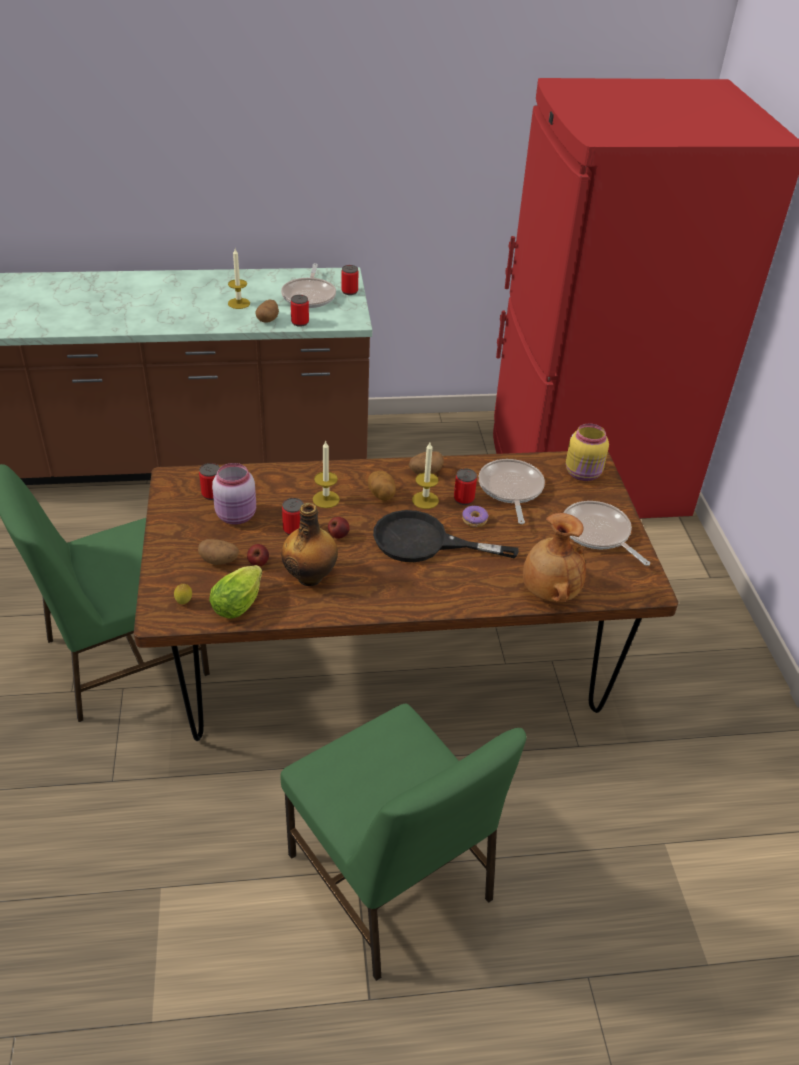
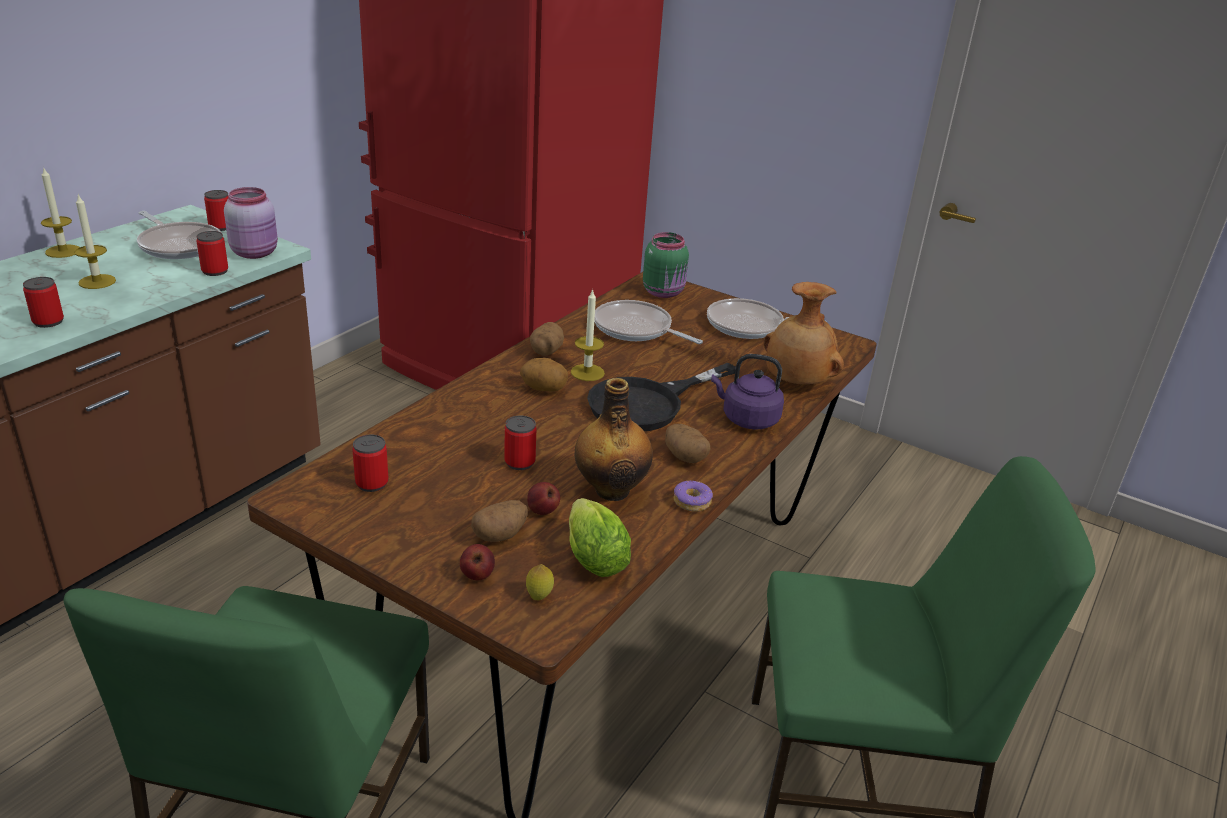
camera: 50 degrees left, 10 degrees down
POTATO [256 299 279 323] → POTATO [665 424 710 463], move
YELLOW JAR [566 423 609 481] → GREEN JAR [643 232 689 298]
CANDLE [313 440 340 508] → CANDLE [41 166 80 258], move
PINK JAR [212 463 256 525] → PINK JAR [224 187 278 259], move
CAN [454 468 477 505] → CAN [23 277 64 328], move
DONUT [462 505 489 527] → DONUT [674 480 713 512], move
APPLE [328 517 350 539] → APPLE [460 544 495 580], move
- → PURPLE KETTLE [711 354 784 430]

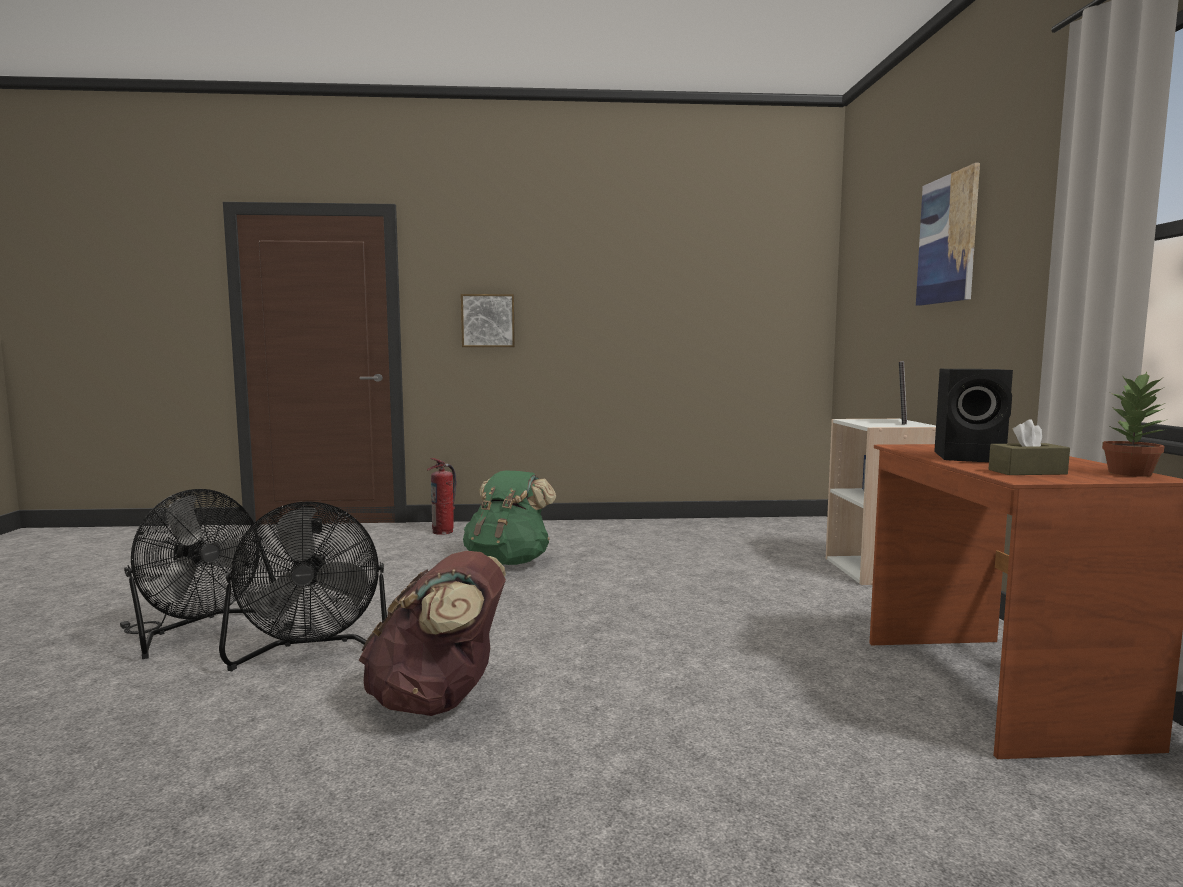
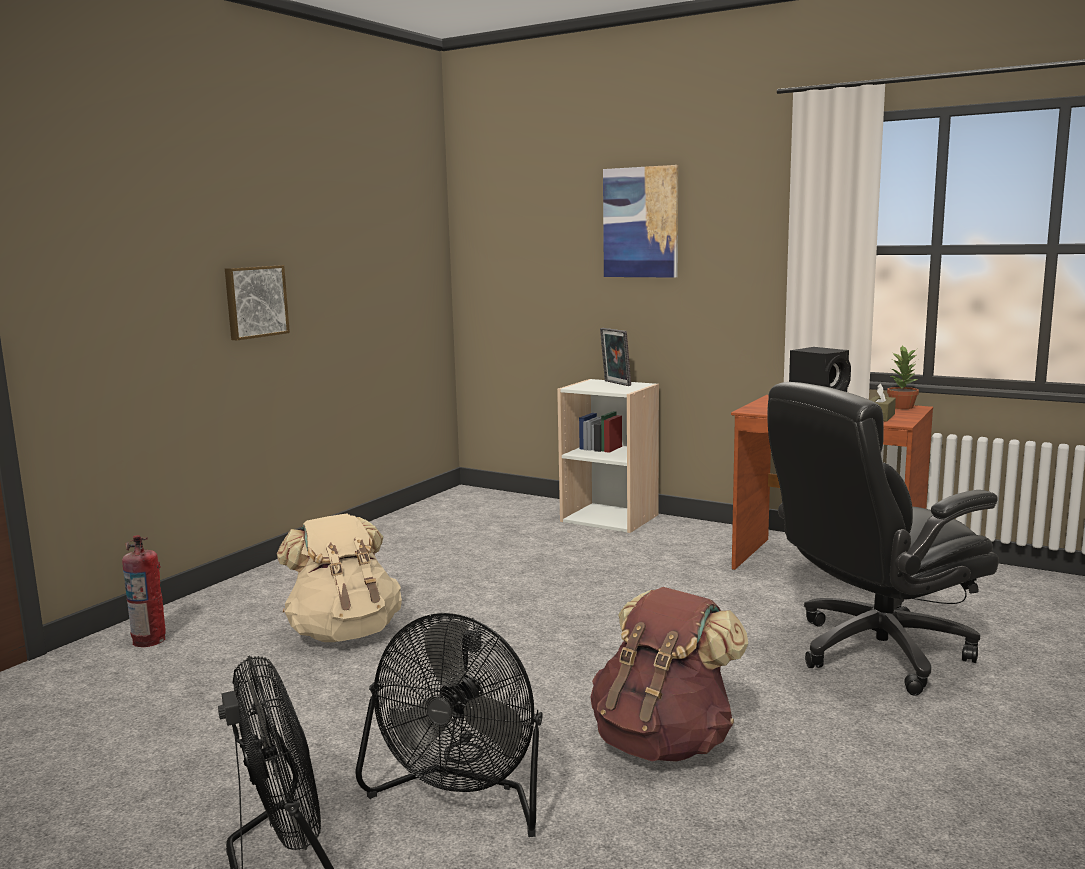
camera: 55 degrees left, 5 degrees up
PICTURE [461 294 515 347] → PICTURE [225 265 290 340], move
GREEN BACKPACK [463 470 556 565] → BEIGE BACKPACK [277 513 402 642]
BLACK FAN [219 502 387 671] → BLACK FAN [355 613 543 837], 90 degrees clockwise
- → BLACK OFFICE CHAIR [767 382 999 696]

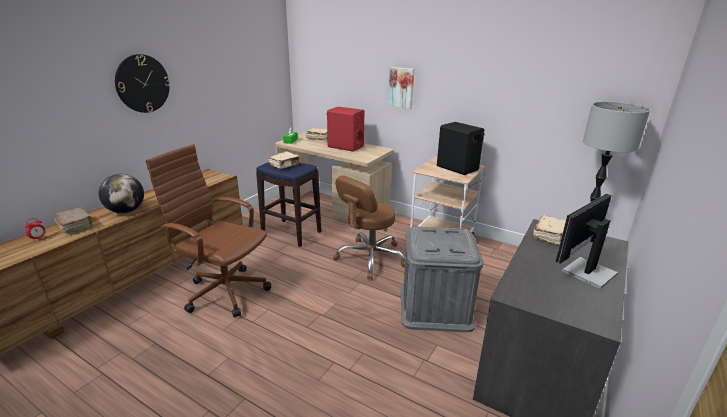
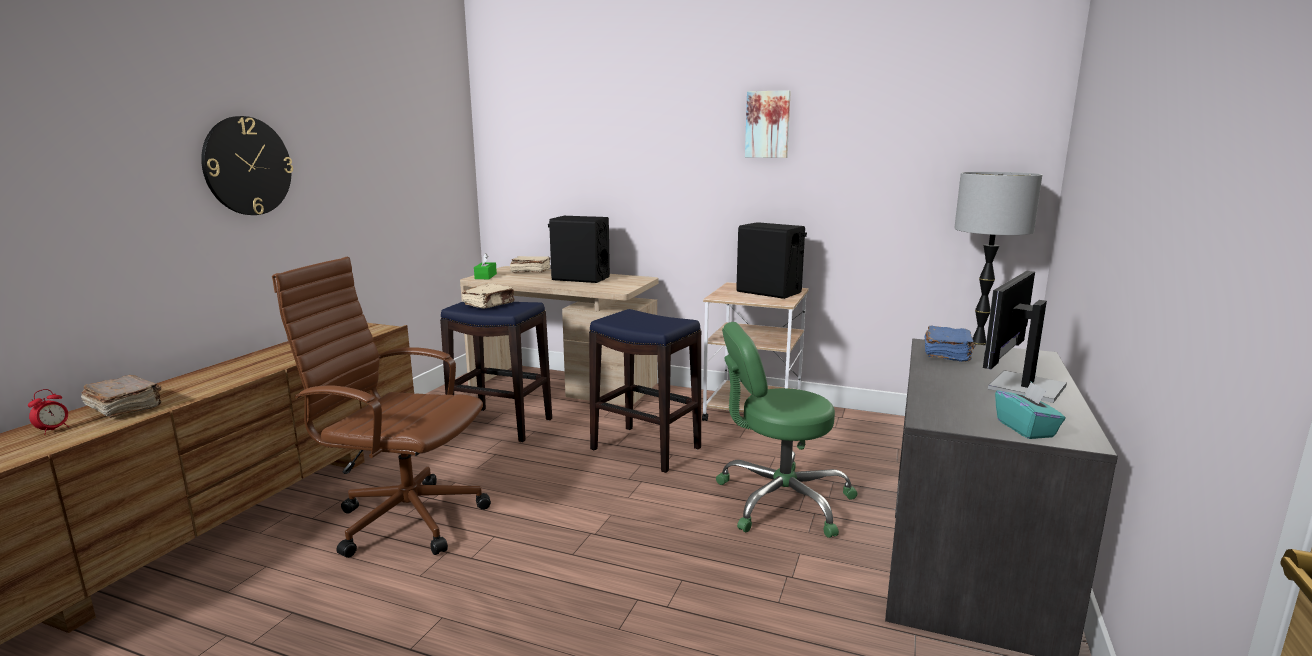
camera: 10 degrees left, 10 degrees down
PICTURE [388 67 414 109] → PICTURE [745 90 791 158], move
RED SPEAKER [326 107 364 152] → BLACK SPEAKER [548 216 610 283]
GLOBE [99 174 144 213] → -
BROWN OFFICE CHAIR [333 175 405 279] → STOOL [589 309 701 473]
BEIGE BOOK [533 215 566 245] → BLUE BOOK [924 326 975 362]
GREY STORAGE BOX [401 226 483 332] → GREEN OFFICE CHAIR [716 322 858 538]
- → TURQUOISE TISSUE BOX [995 382 1066 439]

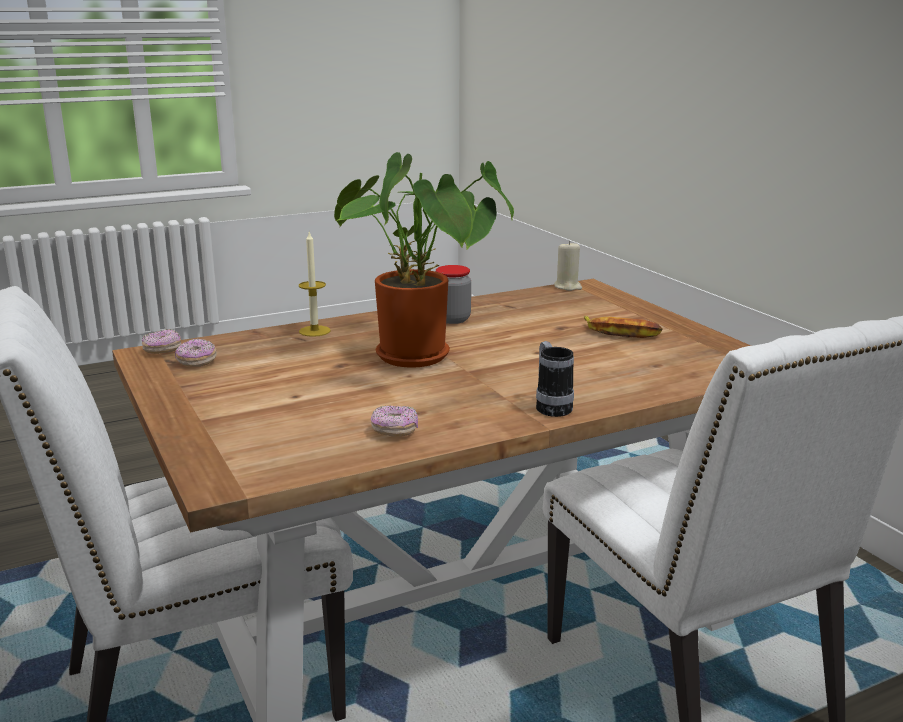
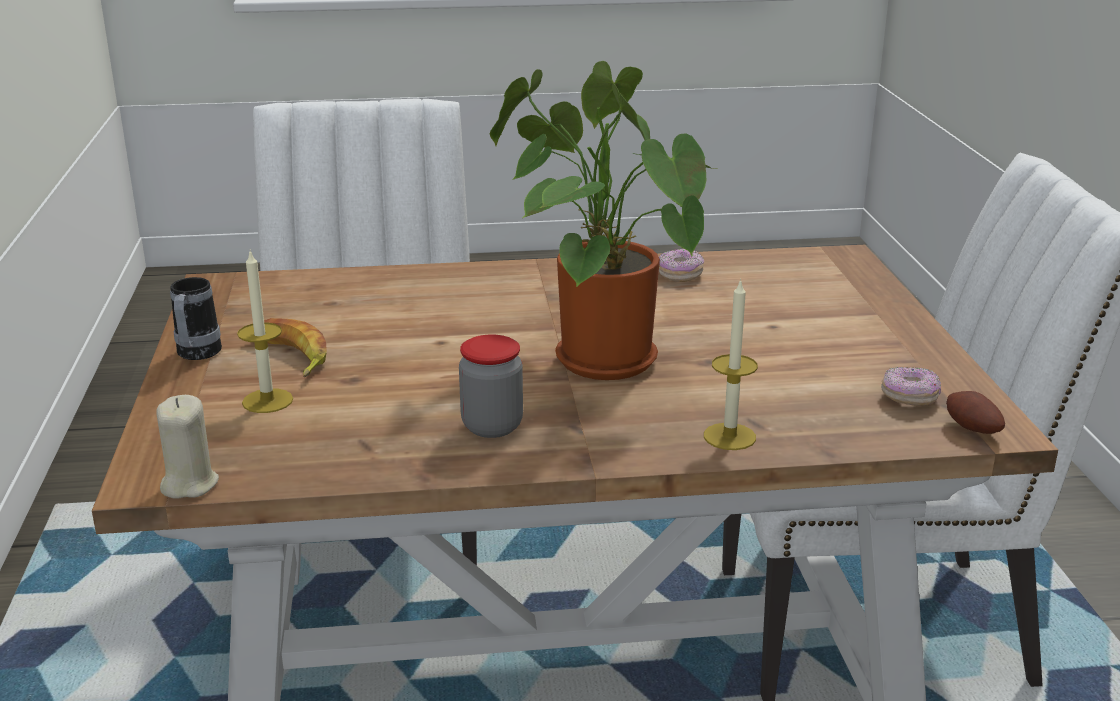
camera: 160 degrees left, 5 degrees up
DONUT [142 329 181 354] → POTATO [946 391 1005 434]
MUG [536 341 574 417] → MUG [170 277 222 360], move
- → CANDLE [237 249 293 413]

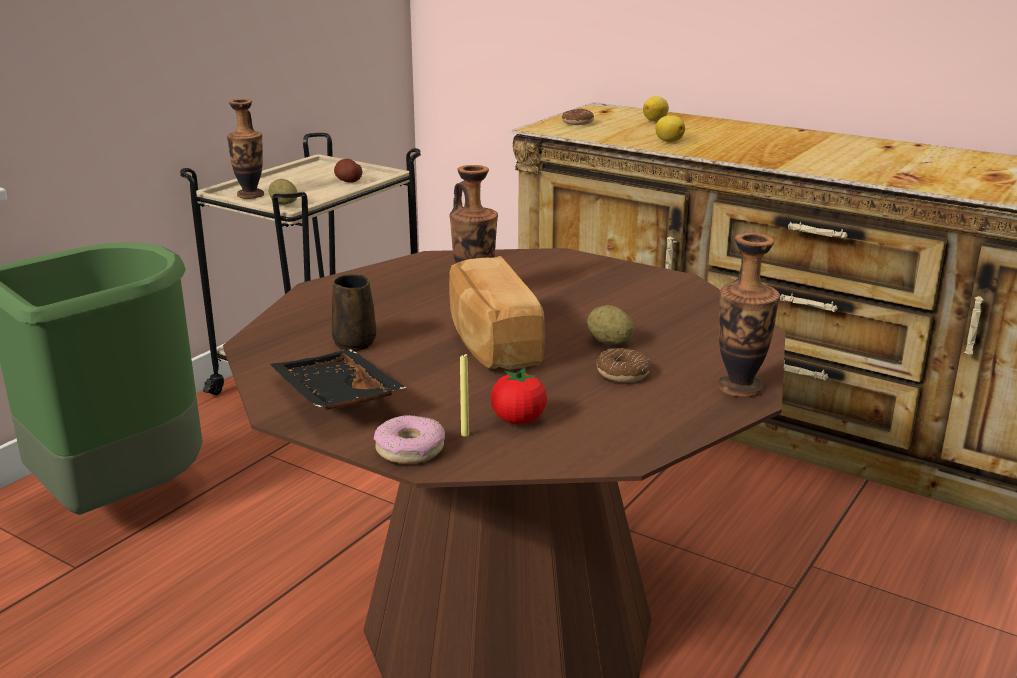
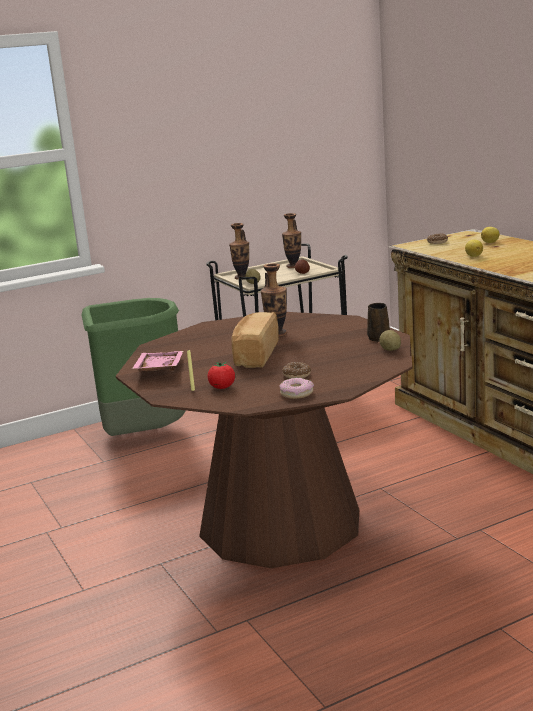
camera: 30 degrees right, 5 degrees down
VASE [718 233 780 397] → VASE [282 213 301 268], move
BROWN MUG [332 274 376 351] → BROWN MUG [367 303 390 342], move
POTATO [587 305 634 344] → POTATO [379 330 401 351], move
BLACK TRAY [270 349 406 410] → PINK TRAY [132 351 183 371]
DONUT [374 415 445 464] → DONUT [279 378 314 399], move

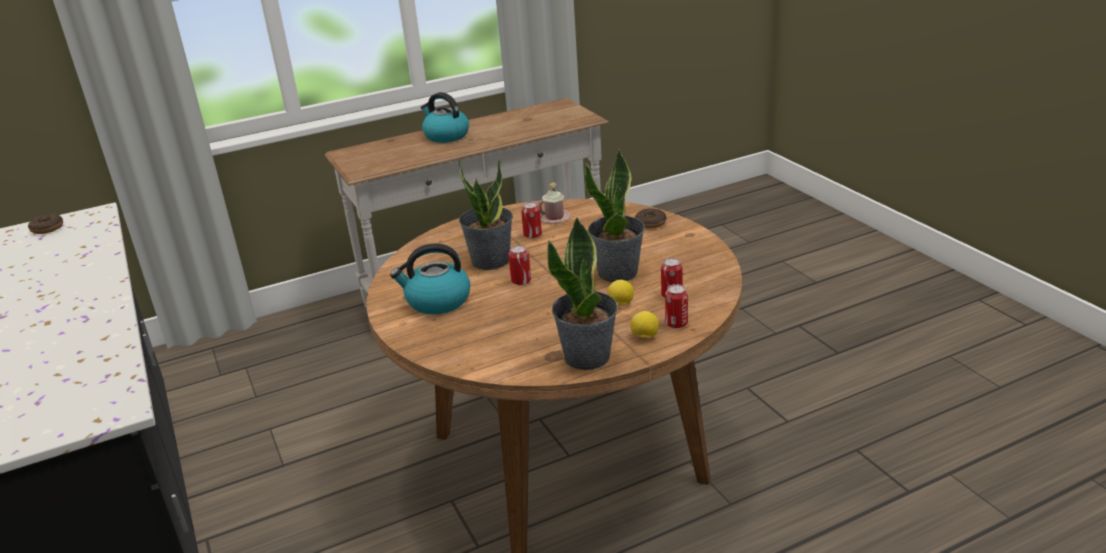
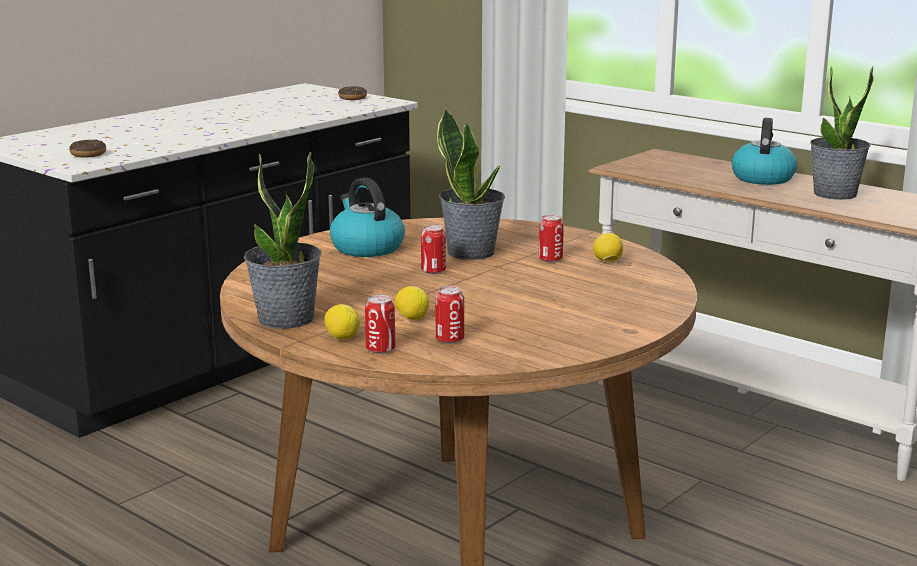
camera: 65 degrees right, 10 degrees down
POTTED PLANT [585 149 645 282] → POTTED PLANT [810 66 874 200], move
PINK MUG [538 182 571 223] → LEMON [593 233 623 262]
DONUT [635 208 666 228] → DONUT [69 140 106 157], move

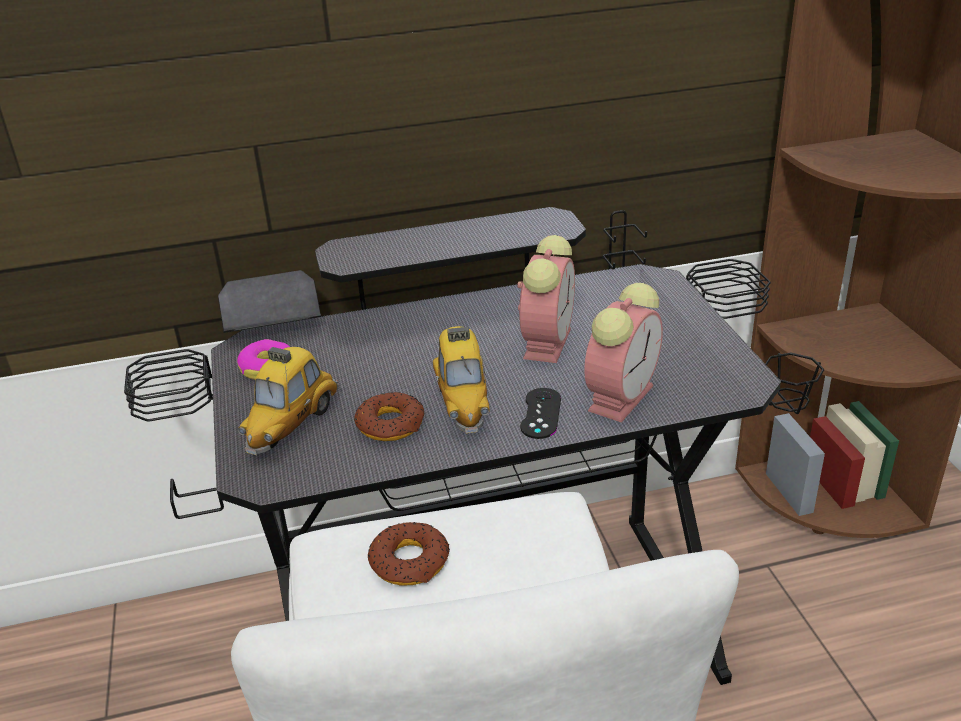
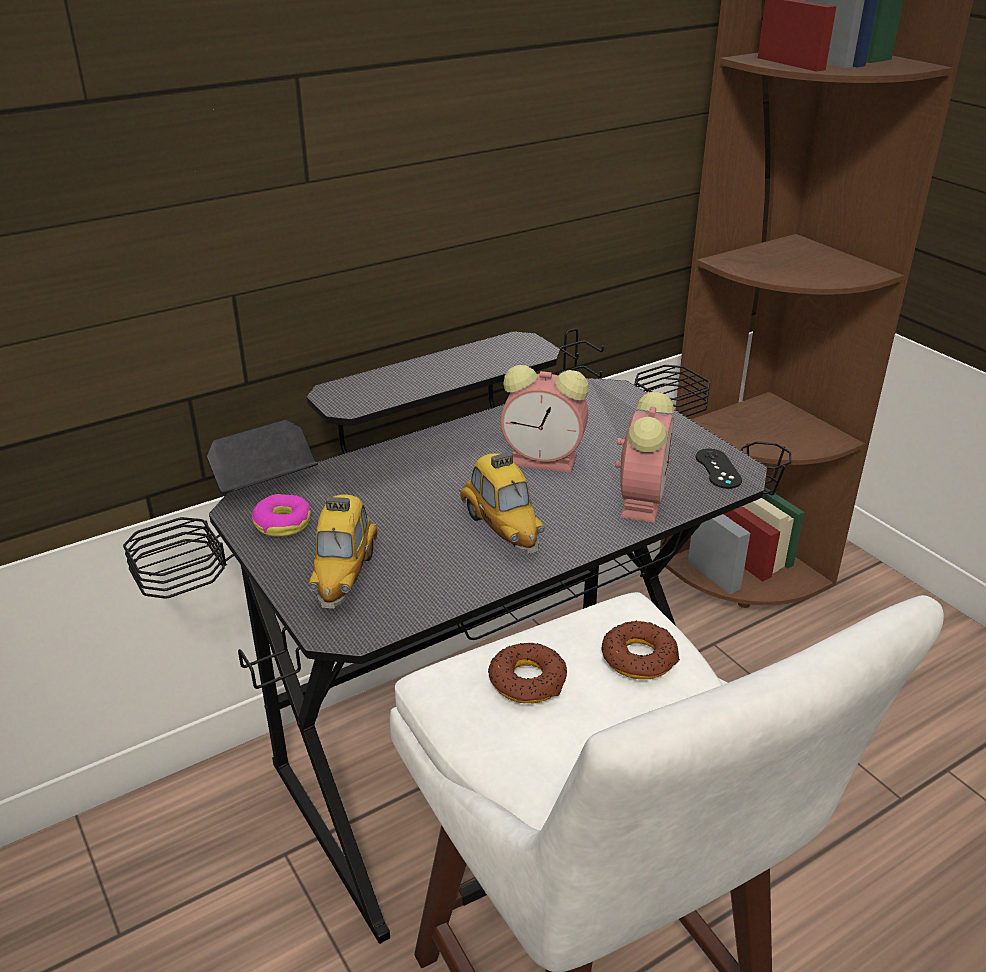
camera: 20 degrees left, 0 degrees up
ALARM CLOCK [517 235 575 363] → ALARM CLOCK [500 365 589 472], 105 degrees clockwise
BLACK GAME CONTROLLER [520 388 561 439] → BLACK GAME CONTROLLER [696 449 742 489], move
DONUT [354 392 424 441] → DONUT [601 620 680 679], move

